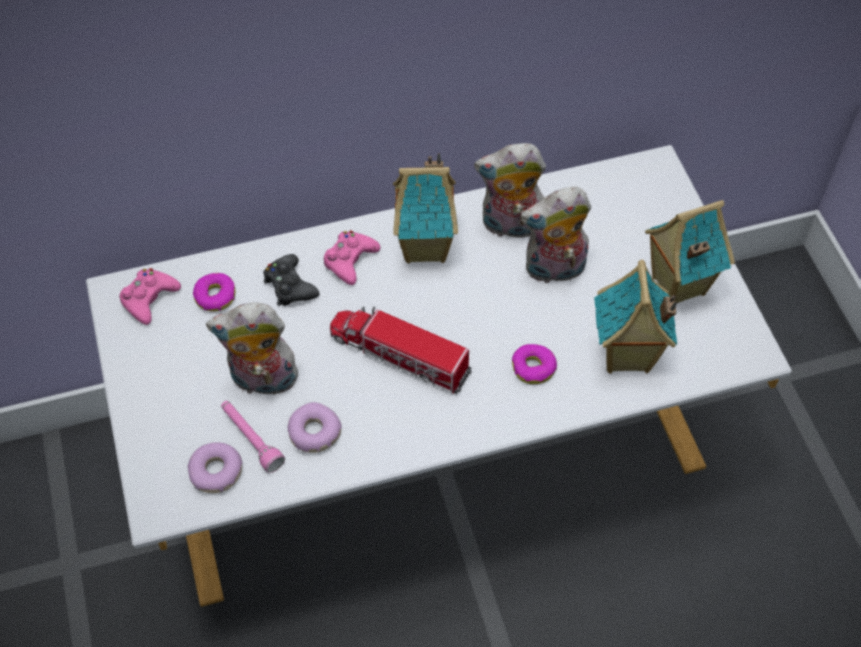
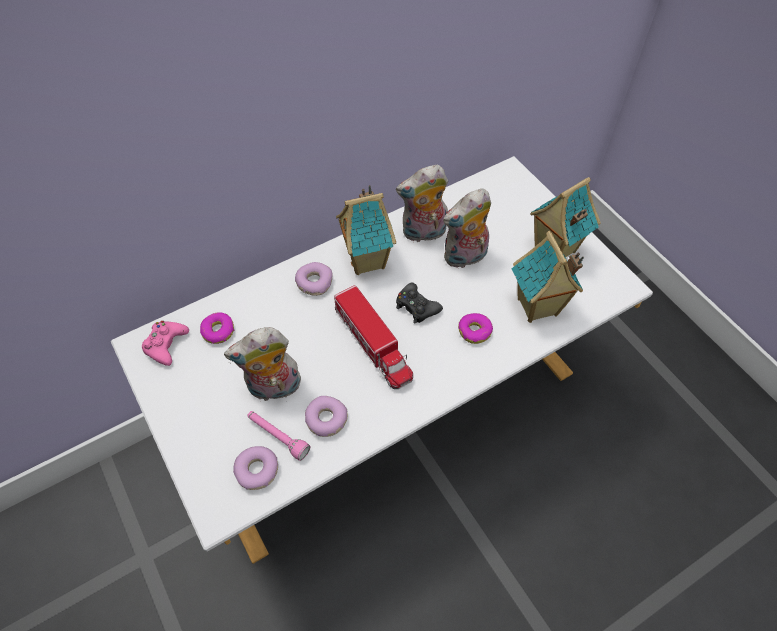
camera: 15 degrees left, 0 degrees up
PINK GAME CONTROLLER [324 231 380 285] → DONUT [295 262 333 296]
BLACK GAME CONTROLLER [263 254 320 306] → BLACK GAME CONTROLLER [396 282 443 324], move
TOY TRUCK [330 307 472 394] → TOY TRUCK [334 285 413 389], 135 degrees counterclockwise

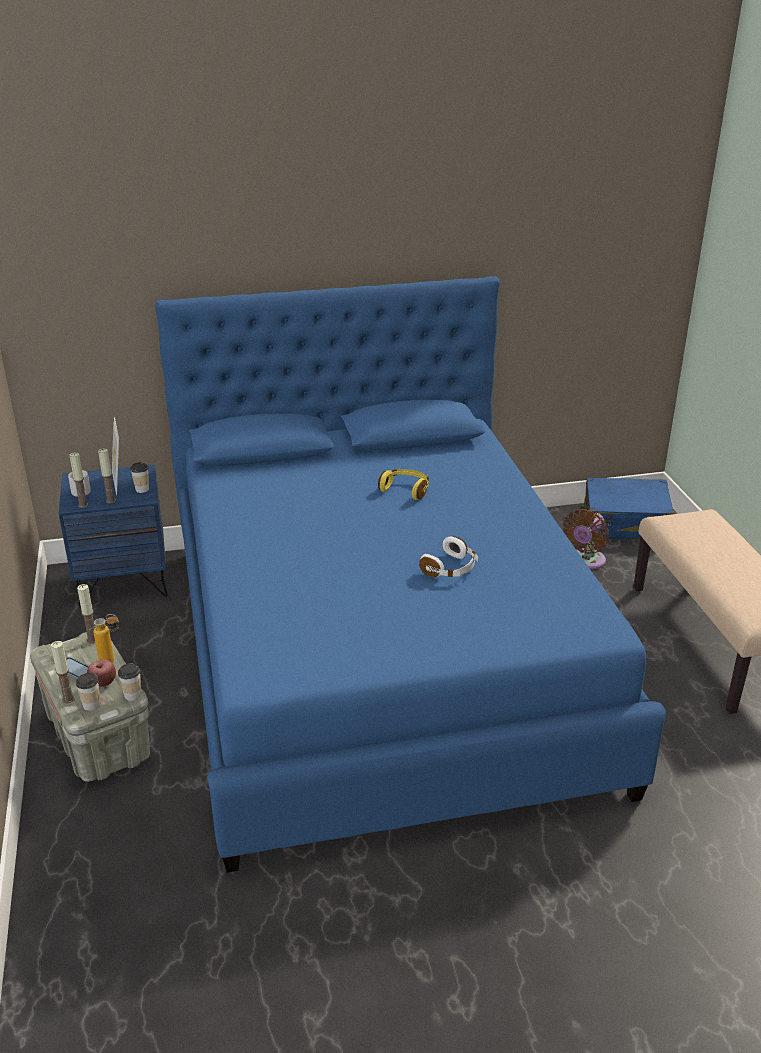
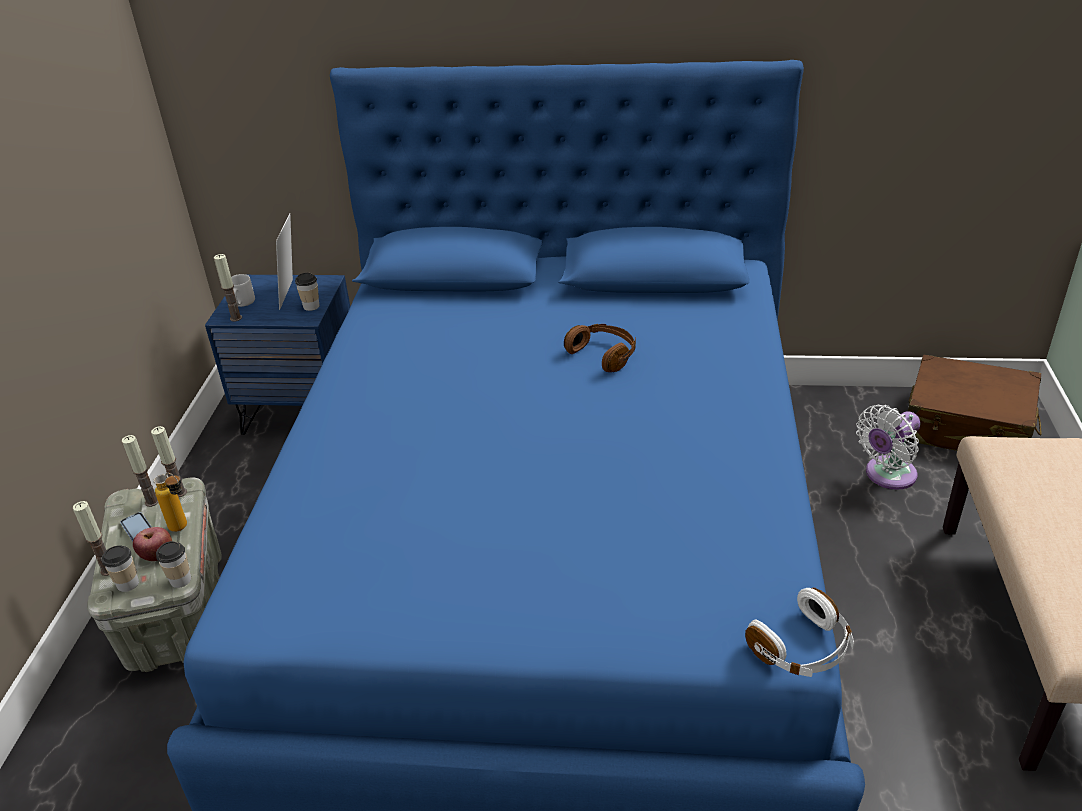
camera: 20 degrees right, 5 degrees up
CANDLE [98 448 116 504] → CANDLE [122 435 158 507], move
YELLOW HEADPHONES [378 469 429 500] → BROWN HEADPHONES [564 324 636 372]
BLUE SUITCASE [584 478 674 540] → BROWN SUITCASE [906 354 1042 451]
BROWN FAN [563 509 609 570] → WHITE FAN [856 405 921 490]
WHITE HEADPHONES [419 537 478 577] → WHITE HEADPHONES [745 588 854 677], move

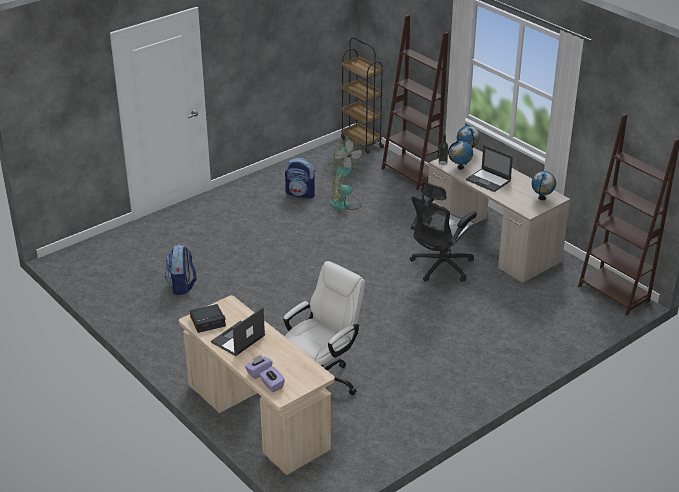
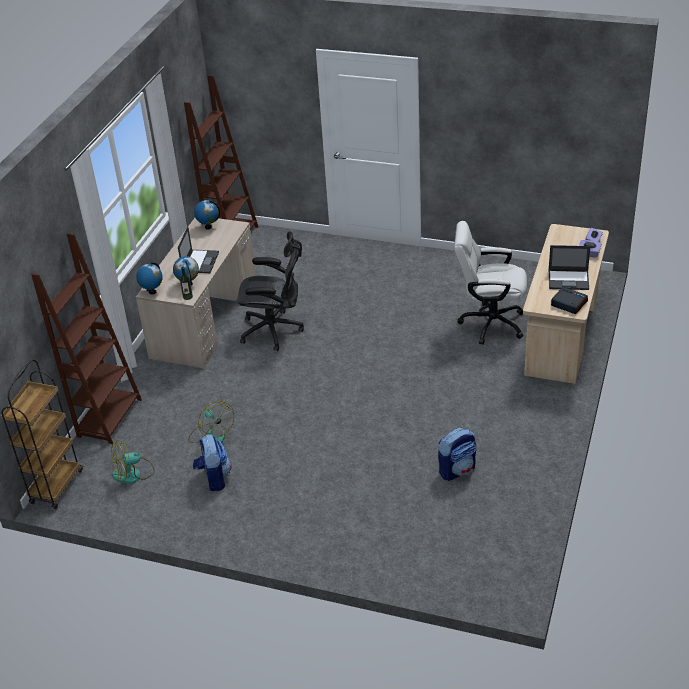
camera: 120 degrees left, 5 degrees up
FAN [324 139 362 177] → FAN [112 440 155 484], 150 degrees counterclockwise

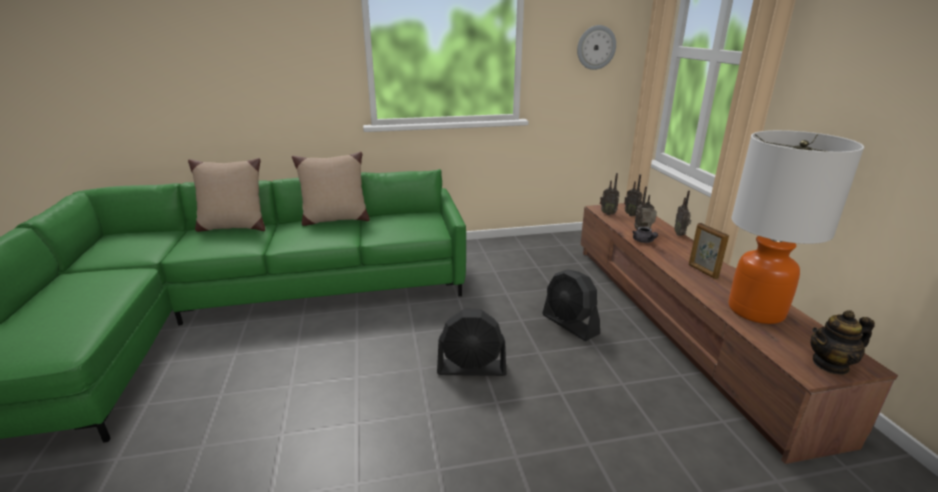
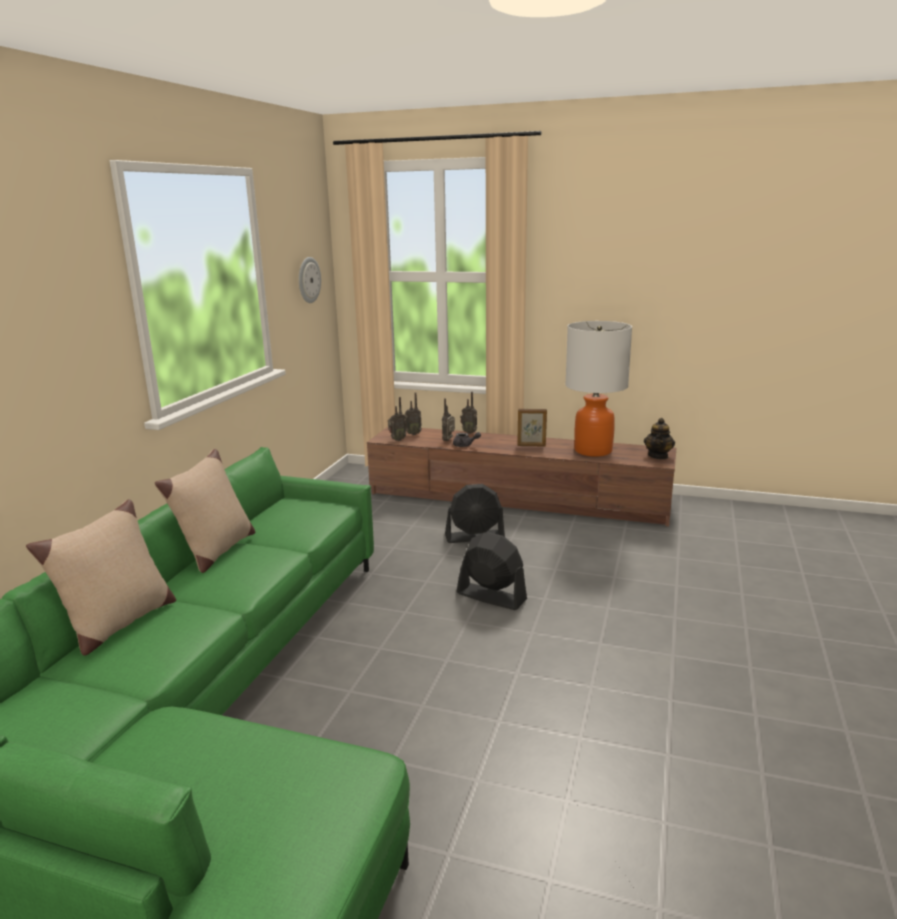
camera: 60 degrees left, 5 degrees down
BLACK FAN [437 309 507 376] → BLACK FAN [457 532 527 610], 90 degrees counterclockwise

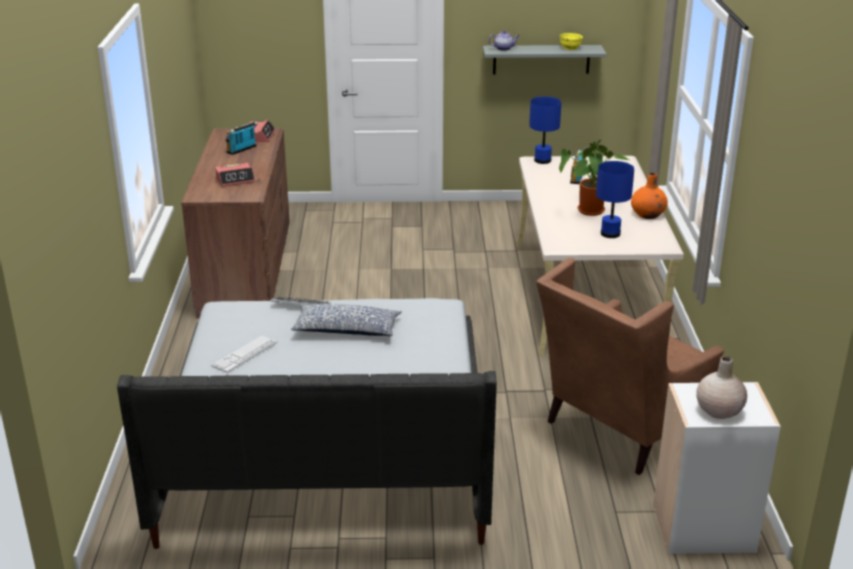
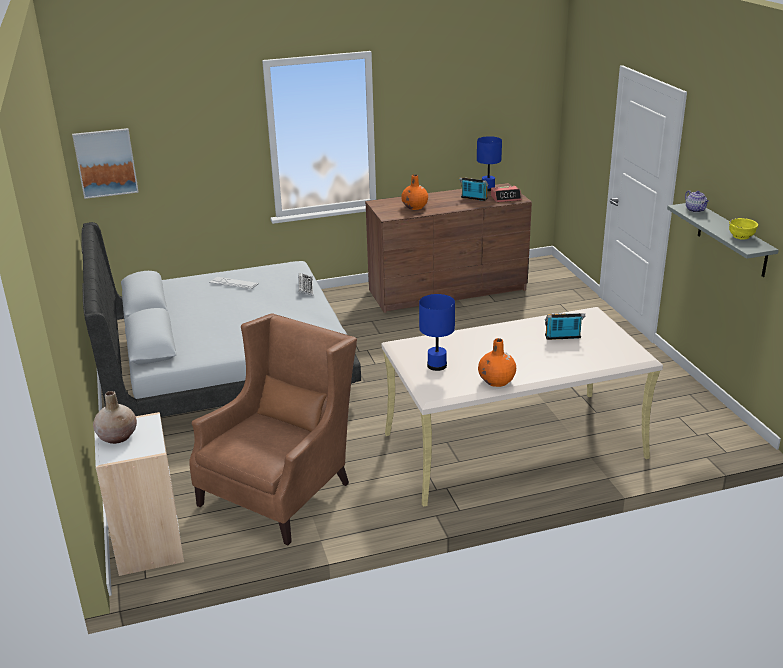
camera: 75 degrees right, 0 degrees up
BLUE TABLE LAMP [529 97 561 164] → BLUE TABLE LAMP [477 136 502 191], move
POTTED PLANT [559 140 629 216] → -
ALARM CLOCK [215 163 255 187] → ORANGE VASE [401 174 428 210]
BROWN ARMCHAIR [536 258 724 475] → BROWN ARMCHAIR [189 313 357 545], 90 degrees clockwise
PILLOW [291 304 402 336] → -
- → PICTURE [72 128 139 199]

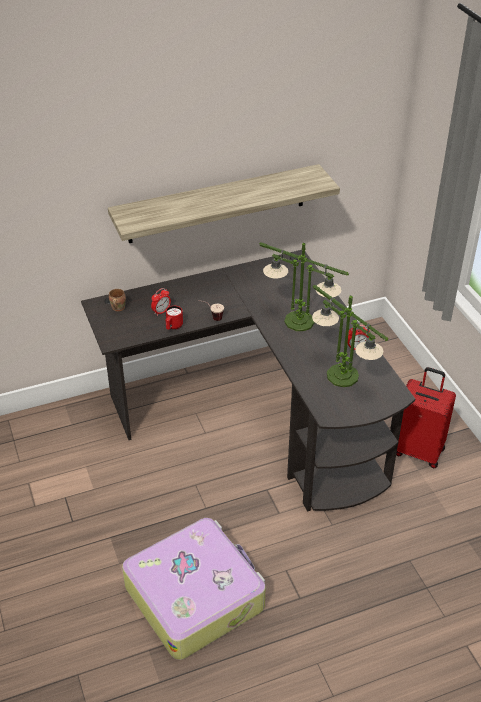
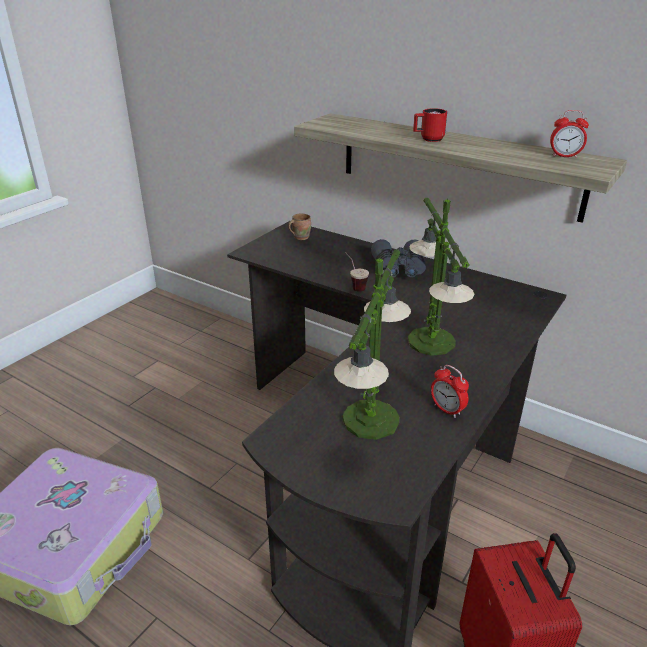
camera: 55 degrees right, 10 degrees down
ALARM CLOCK [151 288 171 316] → ALARM CLOCK [550 110 589 158], move
RED MUG [166 306 183 330] → RED MUG [413 108 447 142], move
- → GREY BINOCULARS [371 239 426 278]

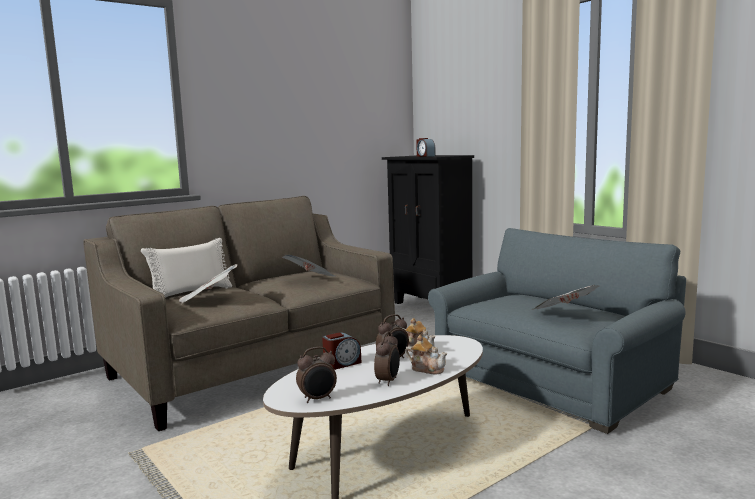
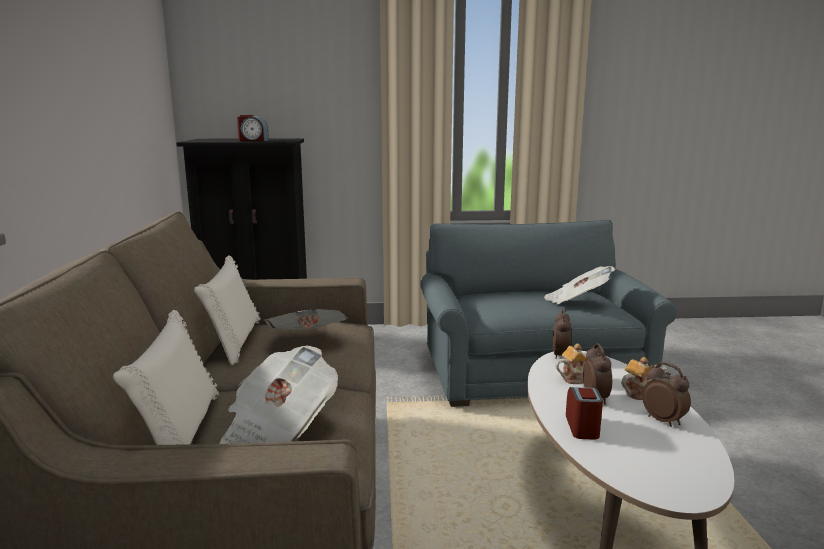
camera: 55 degrees left, 5 degrees up
ALARM CLOCK [296 347 337 403] → ALARM CLOCK [553 309 572 359], move
- → WHITE PILLOW [194 255 261 365]

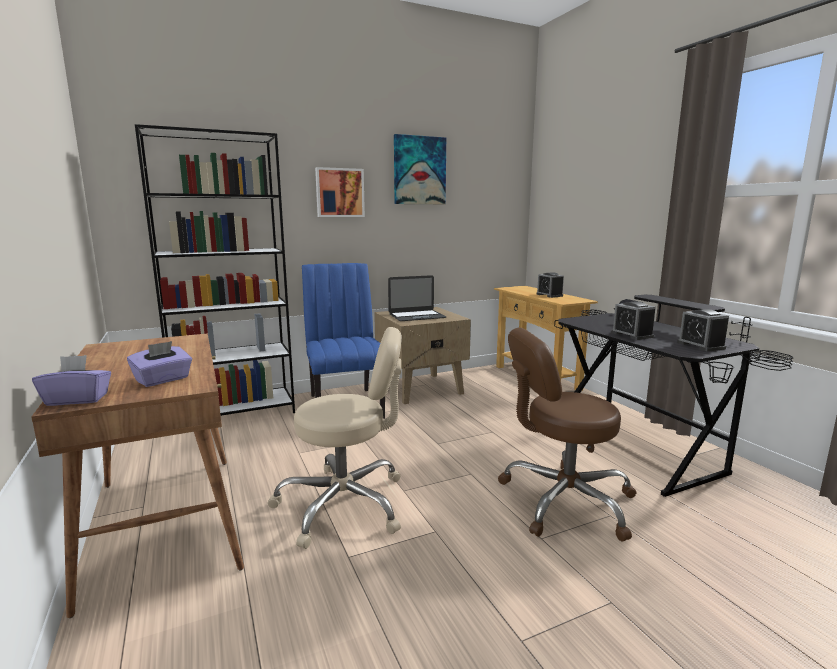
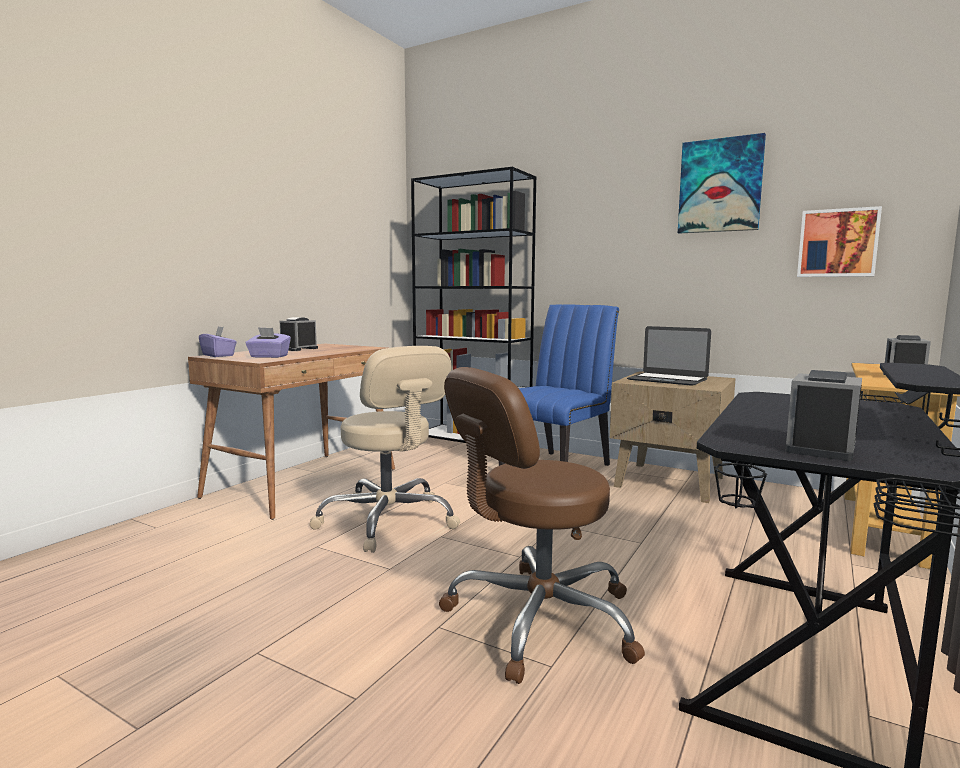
camera: 55 degrees right, 5 degrees down
PICTURE [315 167 365 217] → PICTURE [797 206 882 277], move
ALARM CLOCK [611 301 656 340] → ALARM CLOCK [280 317 318 351], move
BROWN OFFICE CHAIR [498 327 636 541] → BROWN OFFICE CHAIR [439 367 645 684], 75 degrees counterclockwise

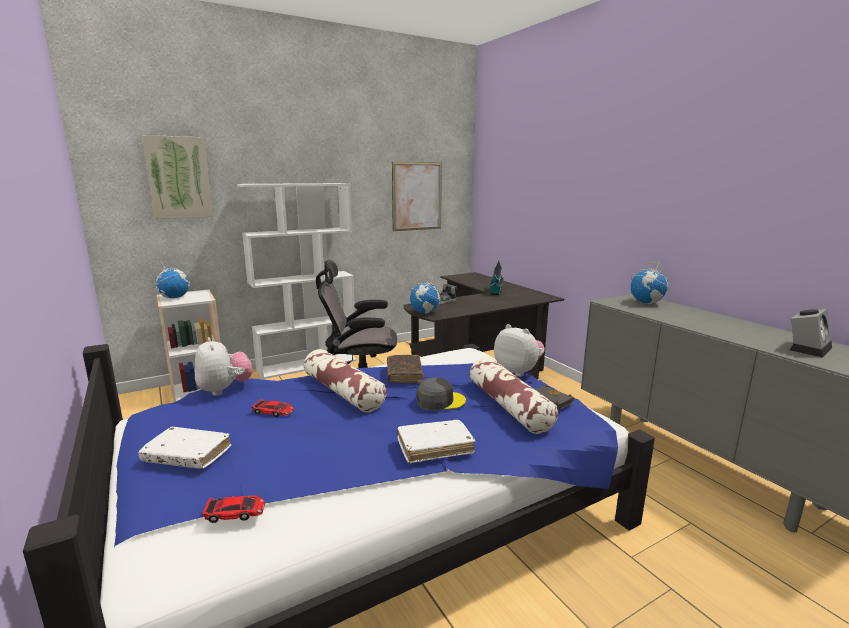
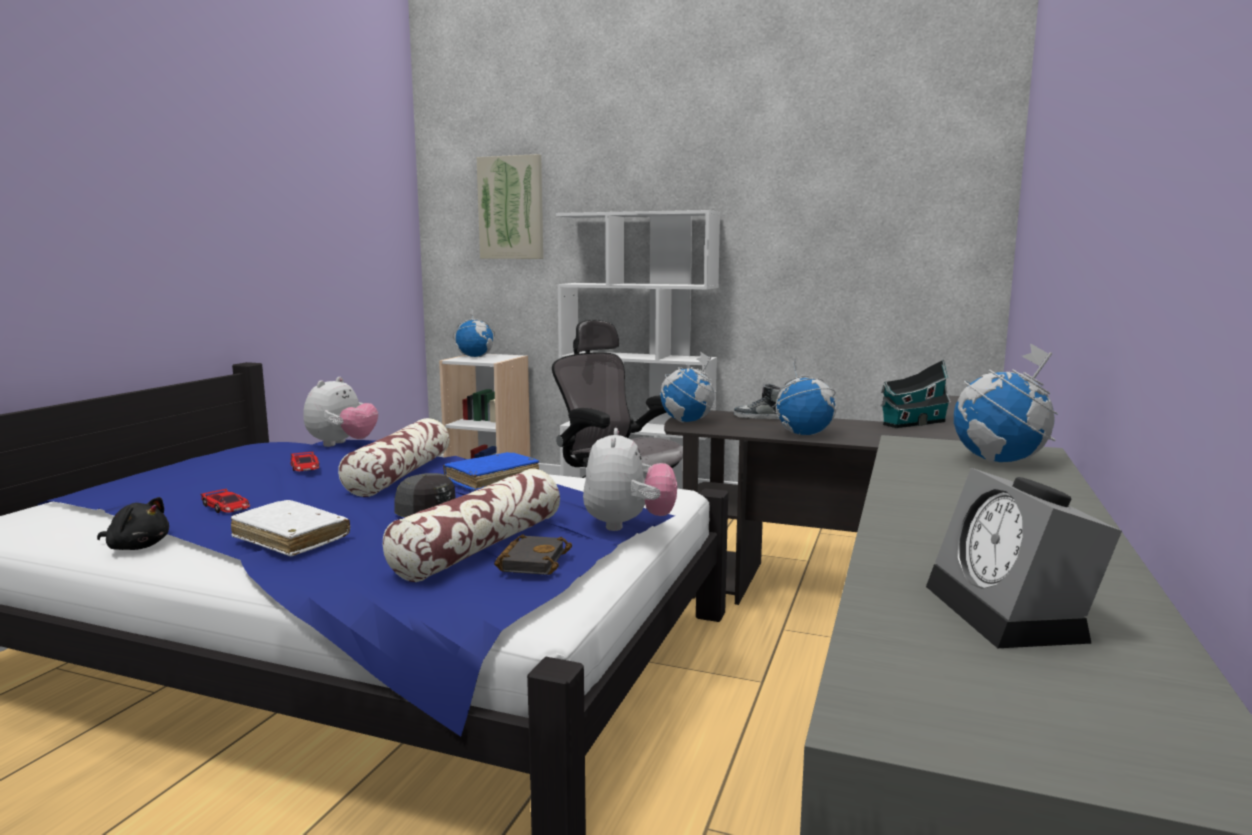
camera: 50 degrees right, 5 degrees down
PICTURE [392 162 442 231] → -
ALARM CLOCK [790 309 832 358] → ALARM CLOCK [926 468 1122 648], 75 degrees clockwise
BROWN BOOK [387 355 424 384] → BLUE BOOK [443 452 539 491]
WHITE BOOK [138 427 231 469] → -
TOY CAR [202 495 265 523] → TOY CAR [200 489 250 513], move
- → GLOBE [772 360 837 435]
- → BLACK PLUSH TOY [97 497 169 550]

